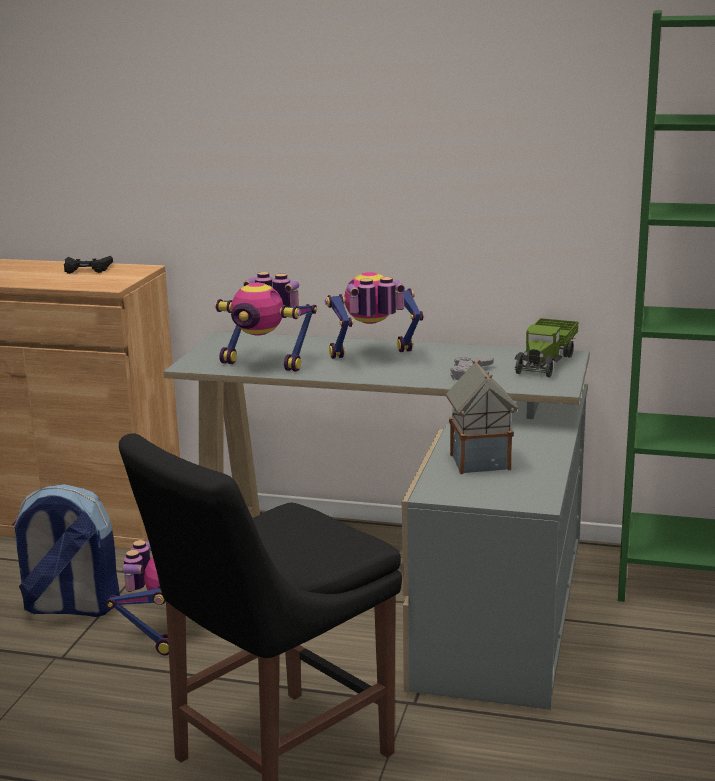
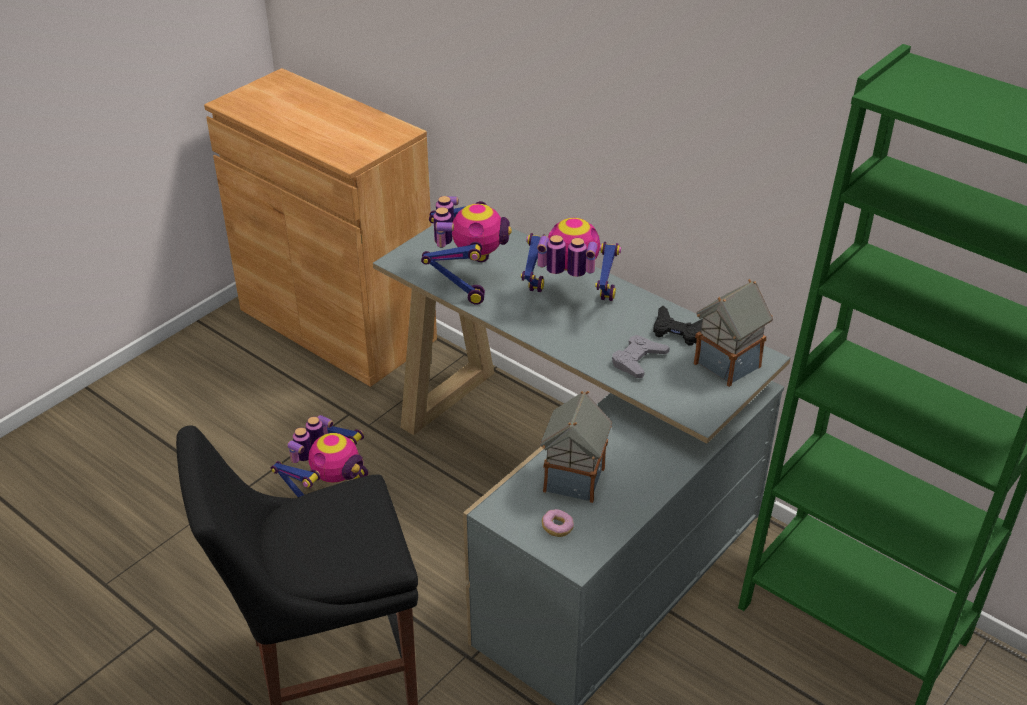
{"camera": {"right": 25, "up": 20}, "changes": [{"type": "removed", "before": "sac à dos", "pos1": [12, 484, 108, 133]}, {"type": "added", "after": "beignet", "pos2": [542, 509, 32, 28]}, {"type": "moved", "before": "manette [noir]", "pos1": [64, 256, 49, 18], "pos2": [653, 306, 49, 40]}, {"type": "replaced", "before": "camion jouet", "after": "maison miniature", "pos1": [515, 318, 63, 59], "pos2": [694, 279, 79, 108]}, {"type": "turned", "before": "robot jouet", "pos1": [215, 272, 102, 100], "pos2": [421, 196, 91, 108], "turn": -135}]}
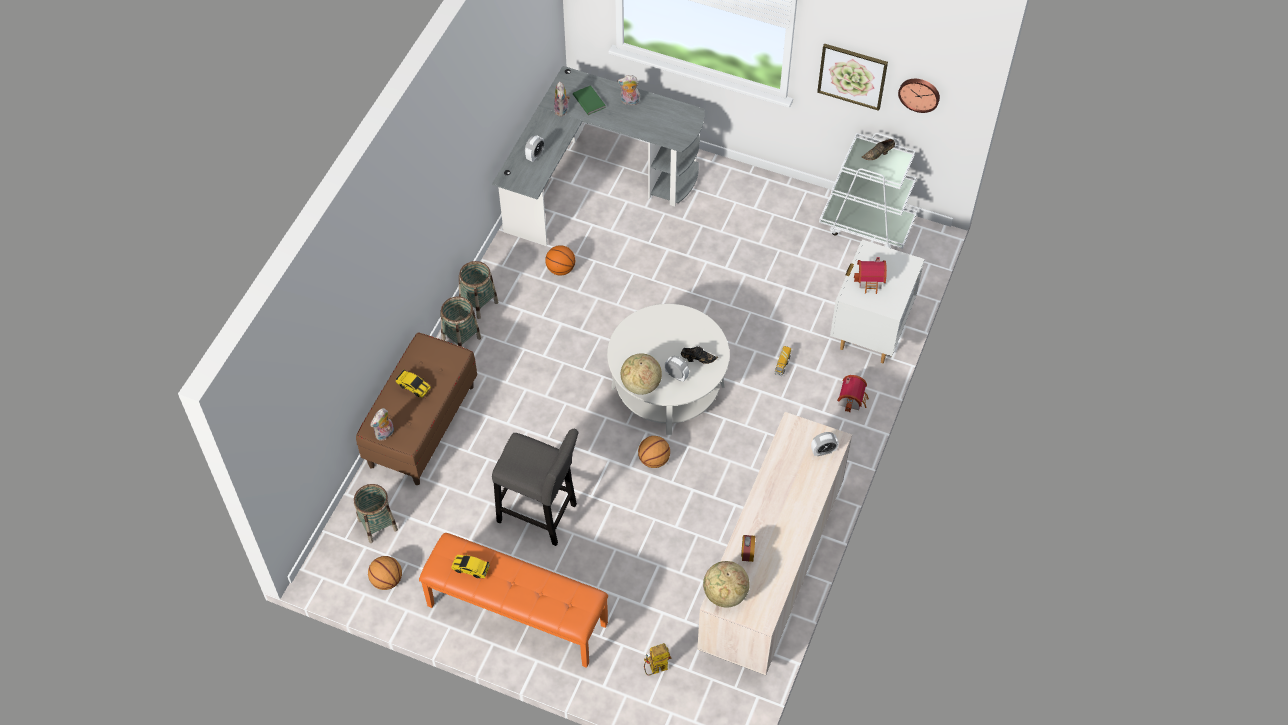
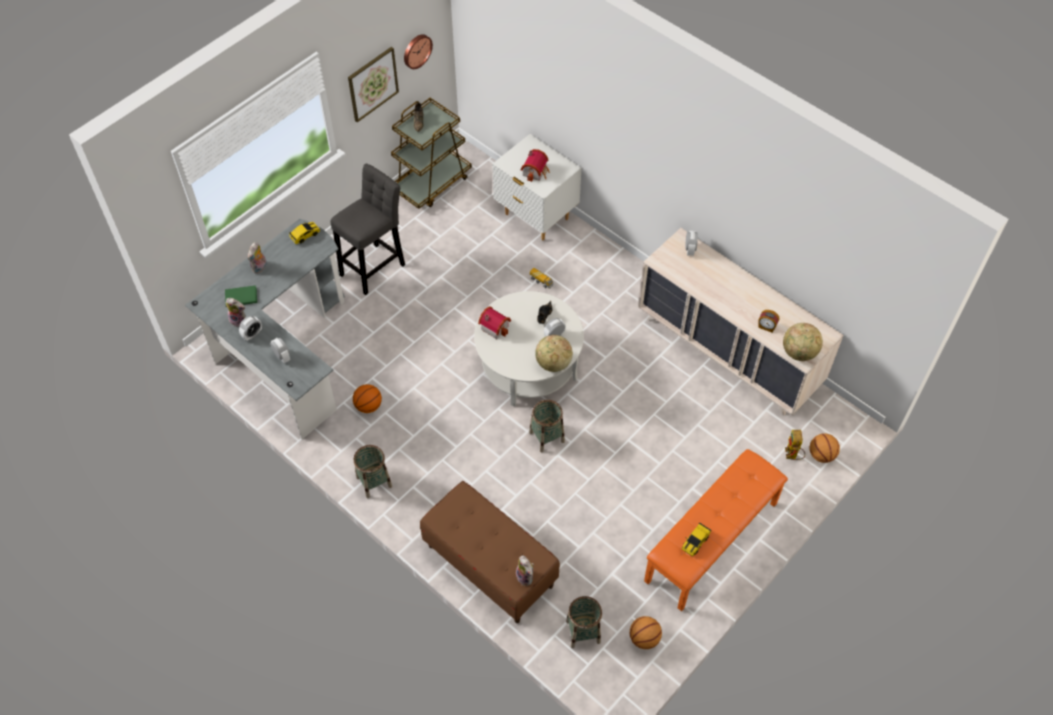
{"camera": {"right": -70, "up": 0}, "changes": [{"type": "added", "after": "réveil", "pos2": [239, 316, 23, 25]}, {"type": "moved", "before": "petite voiture", "pos1": [396, 369, 35, 29], "pos2": [289, 222, 31, 22]}, {"type": "moved", "before": "panier", "pos1": [440, 296, 41, 51], "pos2": [529, 400, 36, 52]}, {"type": "moved", "before": "tabouret [gris]", "pos1": [492, 429, 87, 117], "pos2": [331, 164, 74, 131]}, {"type": "moved", "before": "ballon de basket", "pos1": [638, 436, 32, 32], "pos2": [810, 433, 30, 30]}, {"type": "moved", "before": "maison miniature", "pos1": [837, 375, 32, 38], "pos2": [478, 306, 33, 33]}, {"type": "recoloured", "before": "chariot [blanc]", "after": "chariot [marron]", "pos1": [819, 133, 98, 116], "pos2": [391, 98, 81, 111]}]}
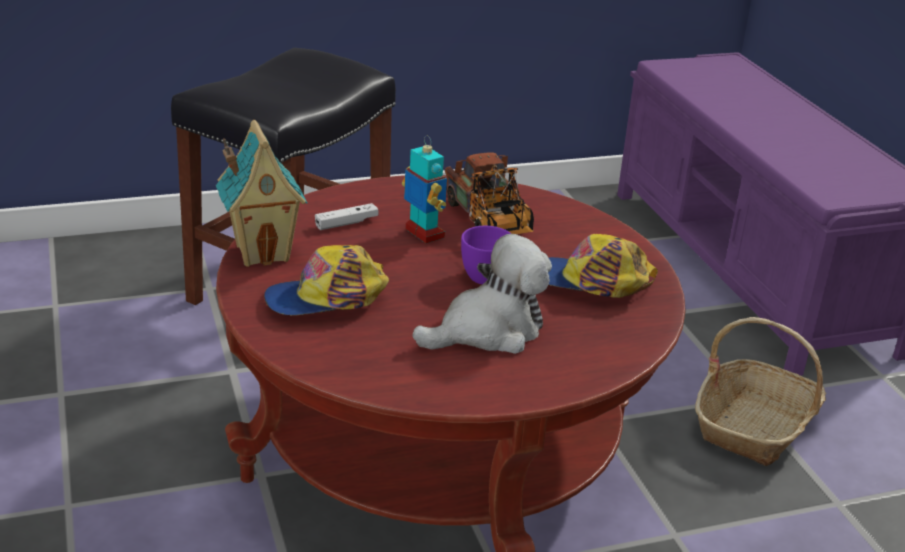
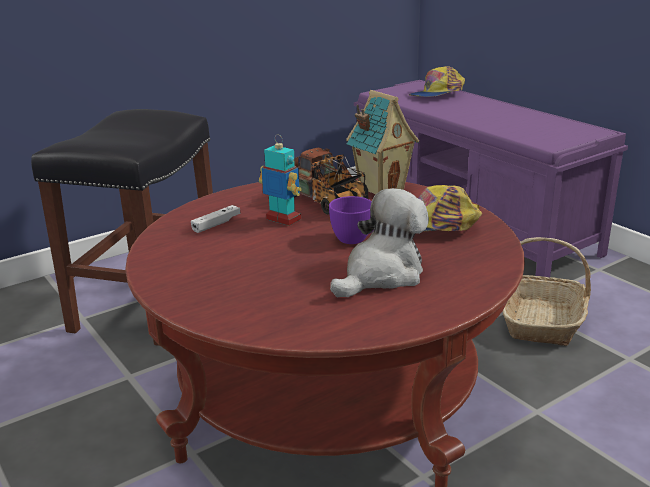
{"camera": {"right": -15, "up": -5}, "changes": [{"type": "moved", "before": "maison miniature", "pos1": [216, 120, 91, 147], "pos2": [346, 90, 73, 104]}, {"type": "moved", "before": "casquette", "pos1": [264, 245, 125, 70], "pos2": [409, 66, 56, 31]}]}
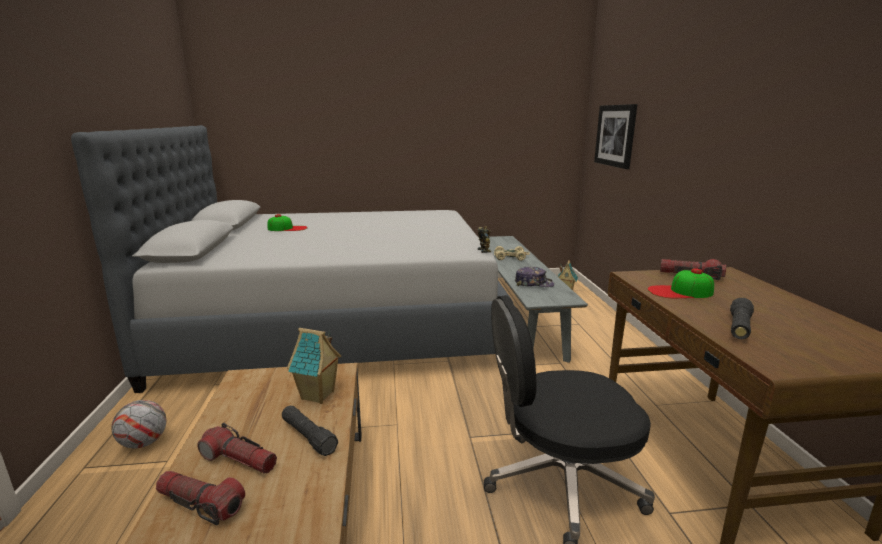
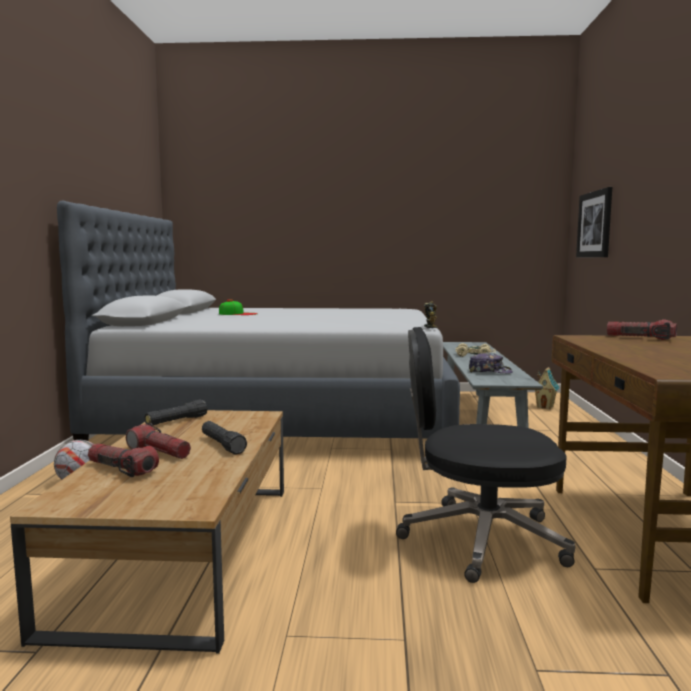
{"camera": {"right": 10, "up": -10}, "changes": [{"type": "removed", "before": "maison miniature", "pos1": [287, 328, 54, 76]}, {"type": "removed", "before": "casquette", "pos1": [648, 268, 66, 30]}, {"type": "moved", "before": "lampe de poche [noir]", "pos1": [730, 298, 24, 41], "pos2": [144, 400, 64, 25]}]}
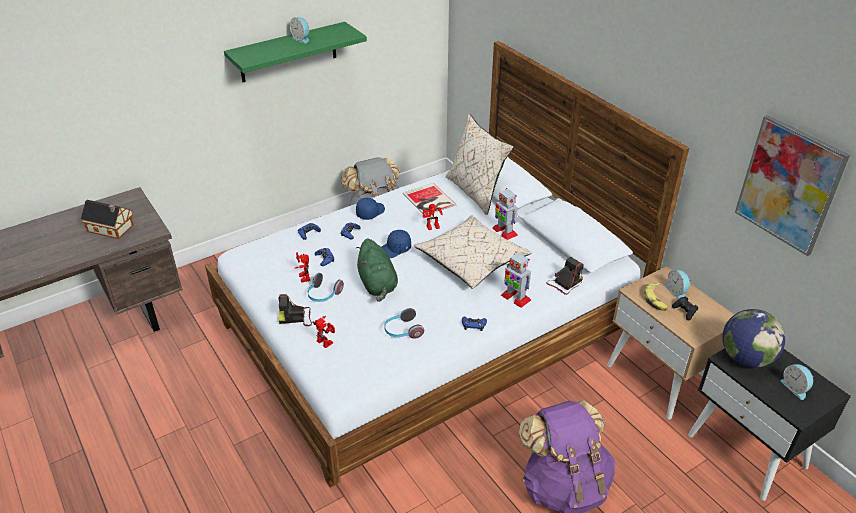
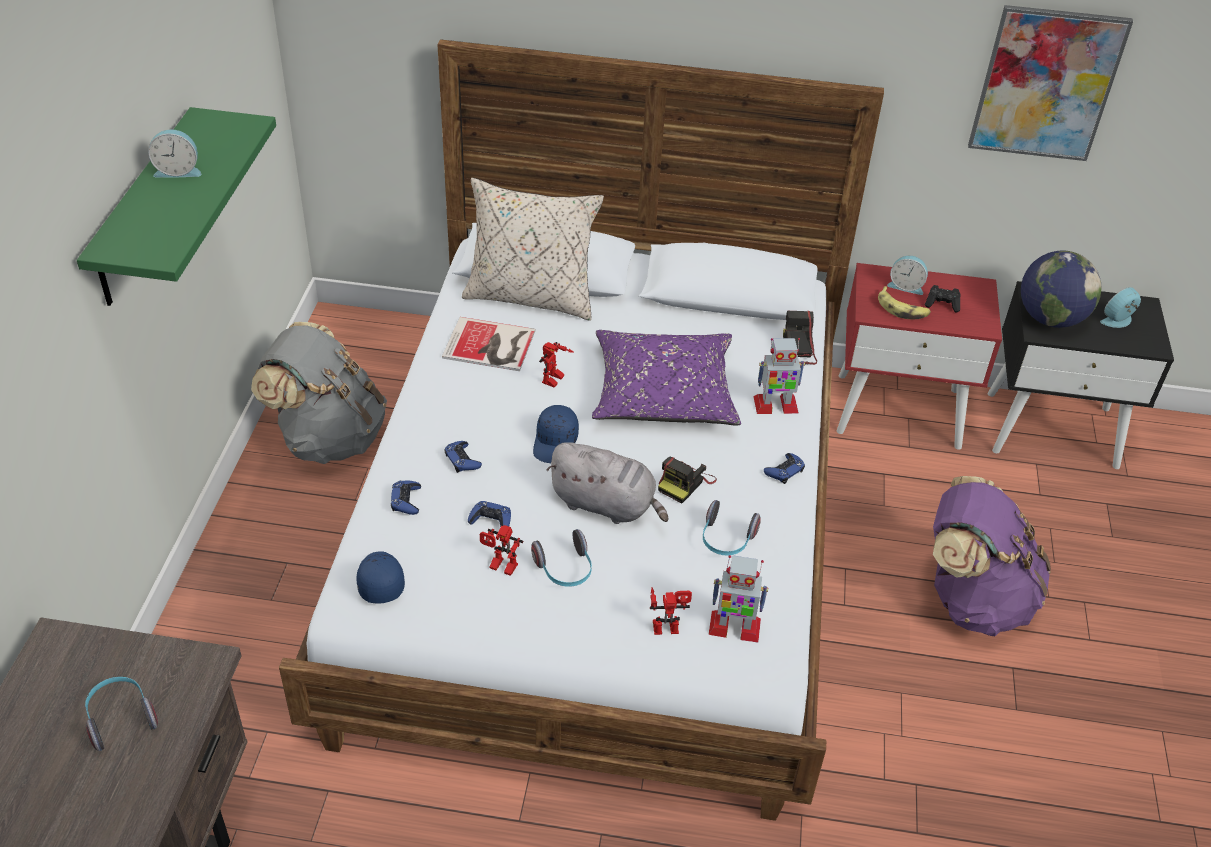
{"camera": {"right": -50, "up": 5}, "changes": [{"type": "moved", "before": "appareil photo", "pos1": [279, 294, 33, 32], "pos2": [658, 457, 59, 47]}, {"type": "moved", "before": "casquette [bleu]", "pos1": [356, 198, 29, 22], "pos2": [356, 551, 49, 52]}, {"type": "moved", "before": "robot jouet", "pos1": [493, 188, 25, 52], "pos2": [708, 555, 60, 87]}, {"type": "replaced", "before": "maison miniature", "after": "casque audio", "pos1": [81, 200, 53, 39], "pos2": [85, 677, 73, 74]}, {"type": "recoloured", "before": "peluche [vert]", "after": "peluche [gris]", "pos1": [355, 238, 43, 64], "pos2": [547, 442, 121, 82]}, {"type": "recoloured", "before": "coussin [beige]", "after": "coussin [violet]", "pos1": [414, 216, 118, 73], "pos2": [592, 330, 149, 96]}, {"type": "recoloured", "before": "table de chevet [beige]", "after": "table de chevet [rouge]", "pos1": [607, 267, 127, 153], "pos2": [837, 263, 165, 187]}, {"type": "turned", "before": "réveil", "pos1": [780, 364, 34, 36], "pos2": [1100, 287, 41, 41], "turn": 135}]}
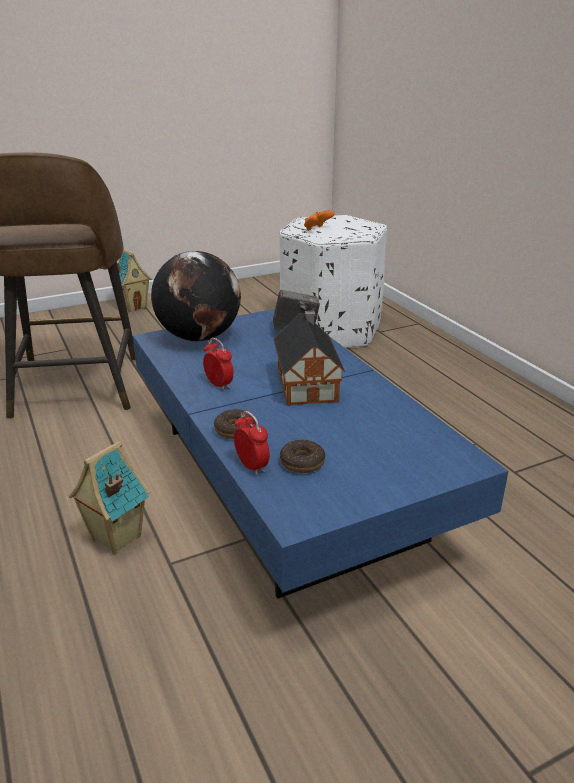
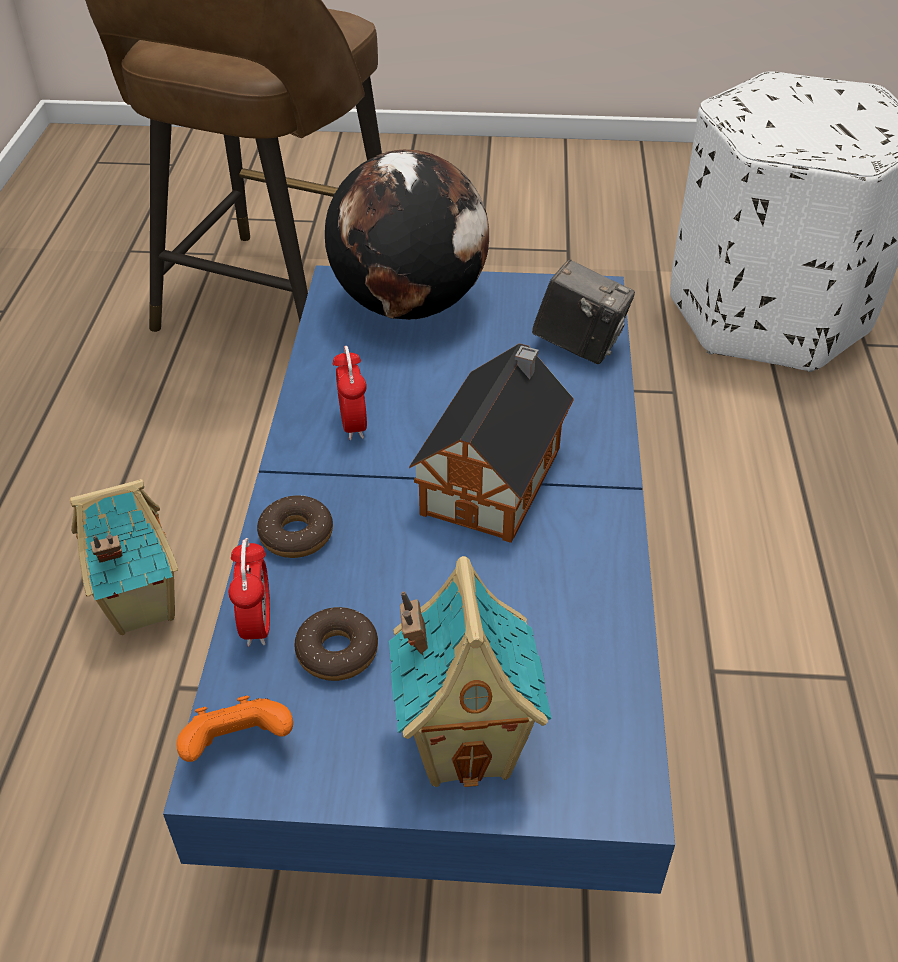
{"camera": {"right": 30, "up": 15}, "changes": [{"type": "moved", "before": "maison miniature", "pos1": [110, 249, 42, 63], "pos2": [389, 556, 163, 231]}, {"type": "moved", "before": "manette [orange]", "pos1": [304, 210, 30, 21], "pos2": [176, 696, 117, 66]}]}
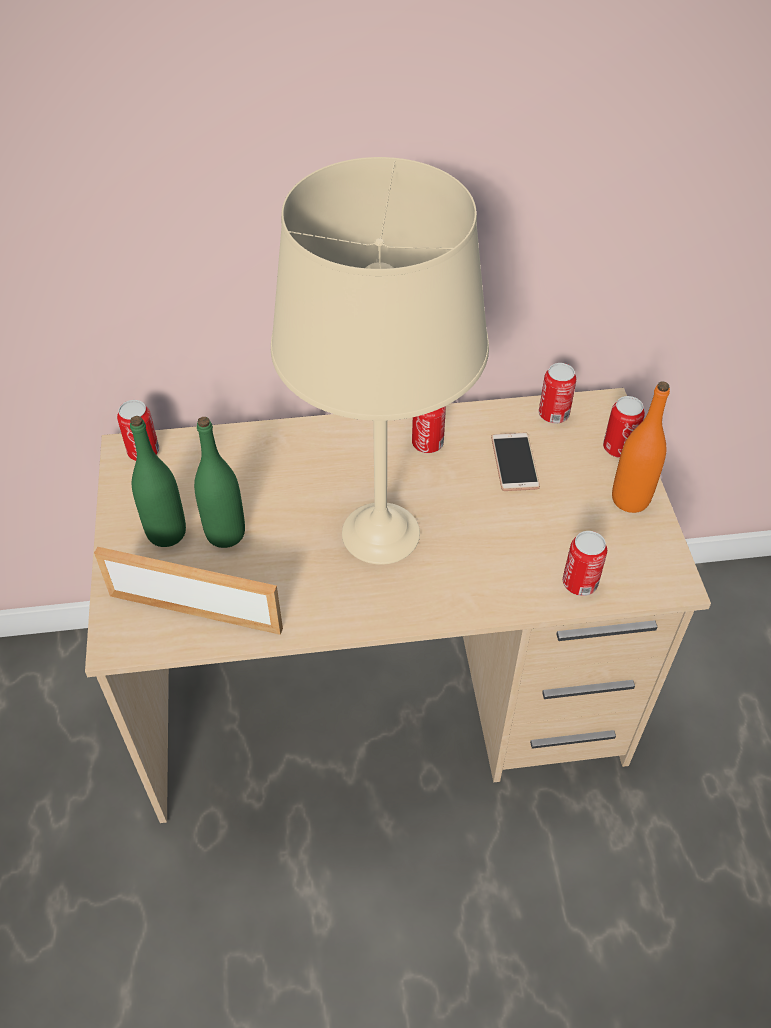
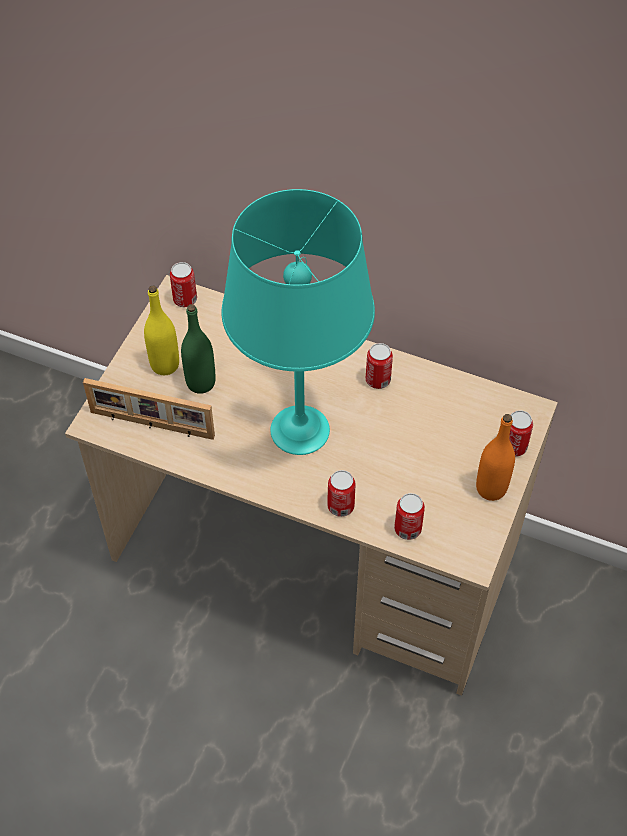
{"camera": {"right": 30, "up": 5}, "changes": [{"type": "removed", "before": "téléphone", "pos1": [491, 433, 49, 58]}, {"type": "moved", "before": "boîte métallique", "pos1": [539, 363, 37, 60], "pos2": [327, 470, 28, 47]}, {"type": "recoloured", "before": "bouteille [vert]", "after": "bouteille [jaune]", "pos1": [130, 416, 56, 131], "pos2": [144, 286, 35, 89]}, {"type": "recoloured", "before": "lampe de table [beige]", "after": "lampe de table [turquoise]", "pos1": [271, 157, 218, 408], "pos2": [221, 189, 154, 266]}, {"type": "turned", "before": "cadre photo", "pos1": [94, 547, 189, 88], "pos2": [83, 378, 132, 62], "turn": 150}]}
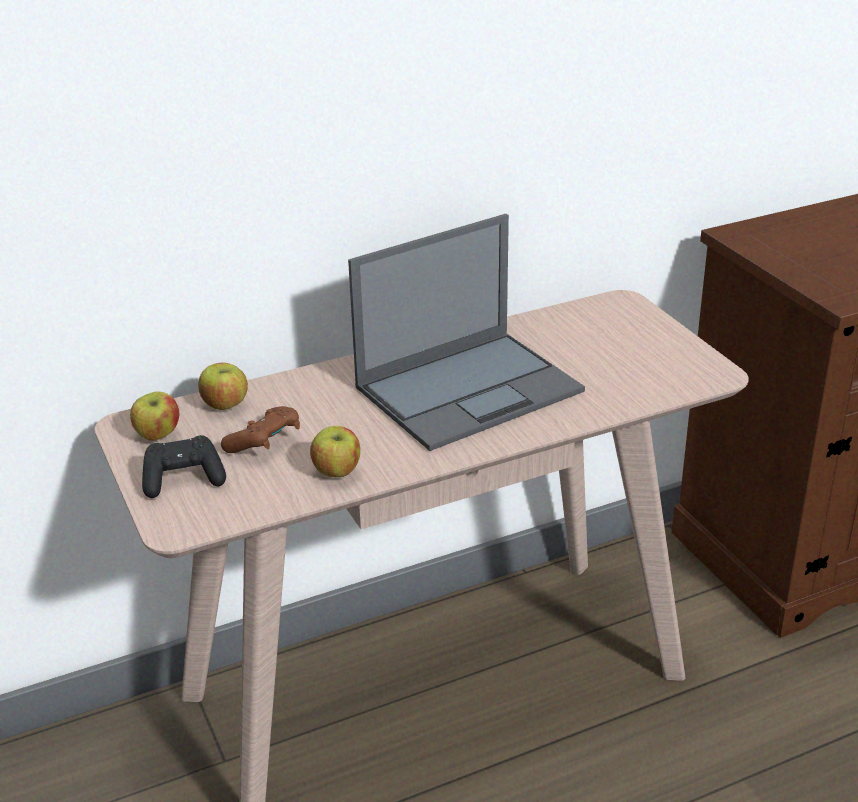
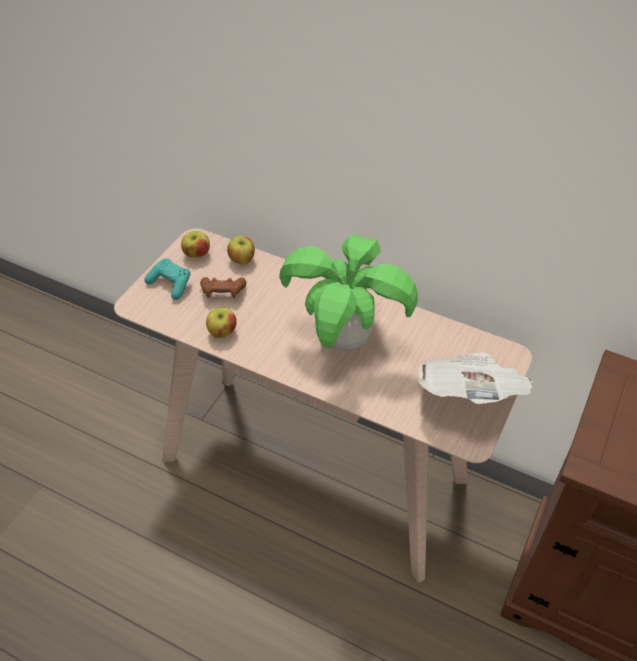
{"camera": {"right": 50, "up": 15}, "changes": [{"type": "added", "after": "journal", "pos2": [418, 352, 114, 52]}, {"type": "replaced", "before": "ordinateur portable", "after": "plante en pot", "pos1": [348, 214, 237, 237], "pos2": [279, 234, 139, 117]}, {"type": "recoloured", "before": "manette [noir]", "after": "manette [turquoise]", "pos1": [142, 435, 84, 63], "pos2": [144, 258, 46, 42]}]}
